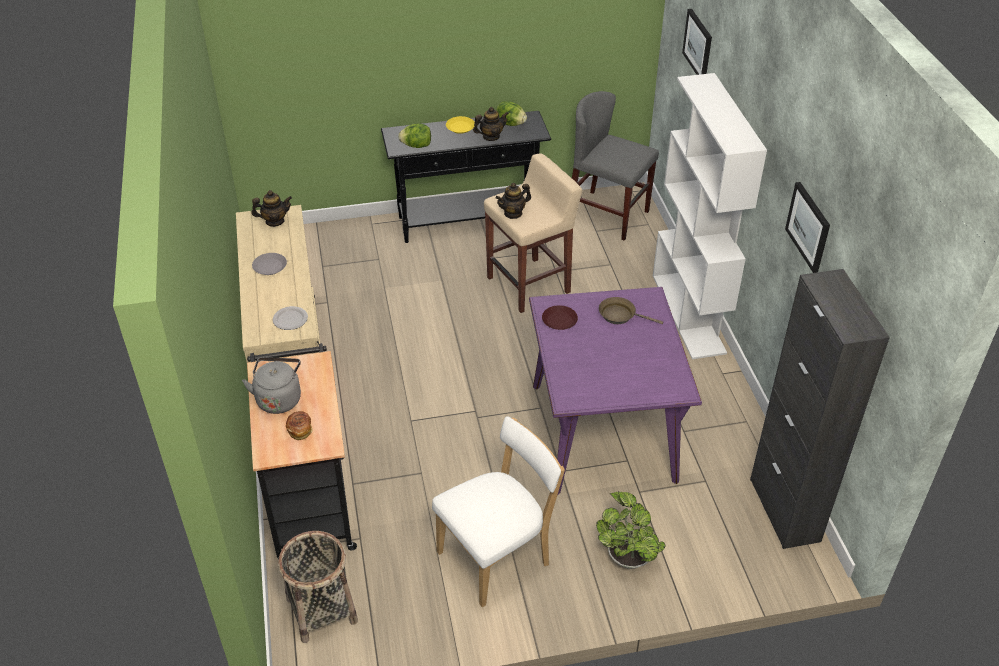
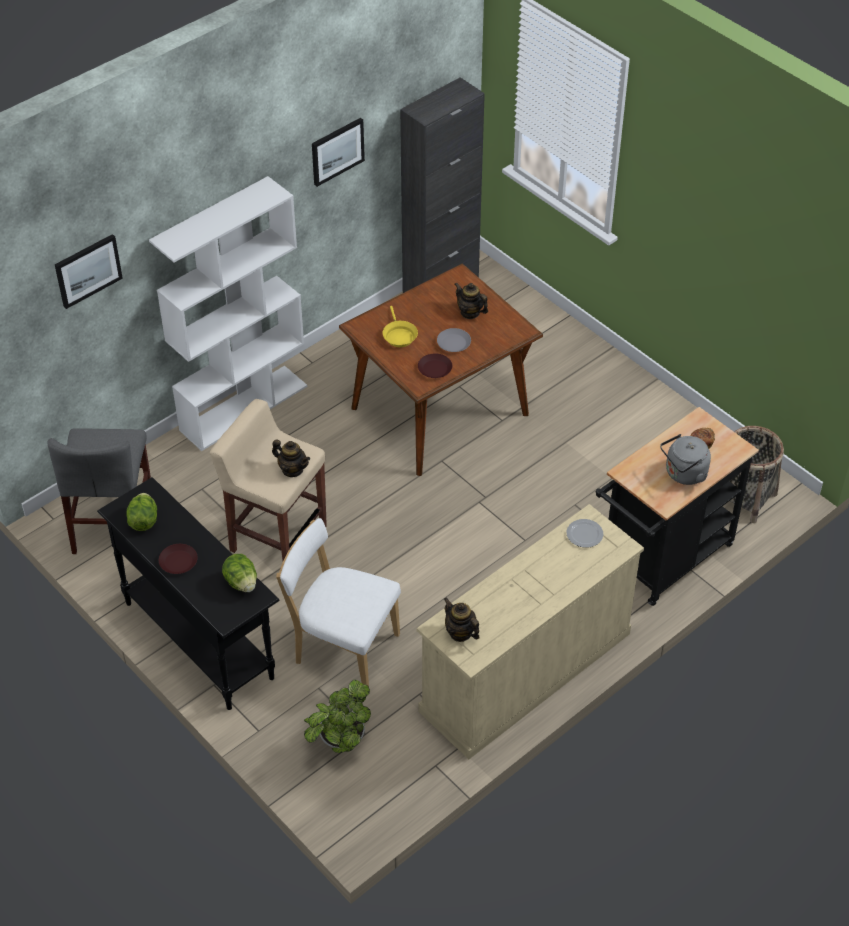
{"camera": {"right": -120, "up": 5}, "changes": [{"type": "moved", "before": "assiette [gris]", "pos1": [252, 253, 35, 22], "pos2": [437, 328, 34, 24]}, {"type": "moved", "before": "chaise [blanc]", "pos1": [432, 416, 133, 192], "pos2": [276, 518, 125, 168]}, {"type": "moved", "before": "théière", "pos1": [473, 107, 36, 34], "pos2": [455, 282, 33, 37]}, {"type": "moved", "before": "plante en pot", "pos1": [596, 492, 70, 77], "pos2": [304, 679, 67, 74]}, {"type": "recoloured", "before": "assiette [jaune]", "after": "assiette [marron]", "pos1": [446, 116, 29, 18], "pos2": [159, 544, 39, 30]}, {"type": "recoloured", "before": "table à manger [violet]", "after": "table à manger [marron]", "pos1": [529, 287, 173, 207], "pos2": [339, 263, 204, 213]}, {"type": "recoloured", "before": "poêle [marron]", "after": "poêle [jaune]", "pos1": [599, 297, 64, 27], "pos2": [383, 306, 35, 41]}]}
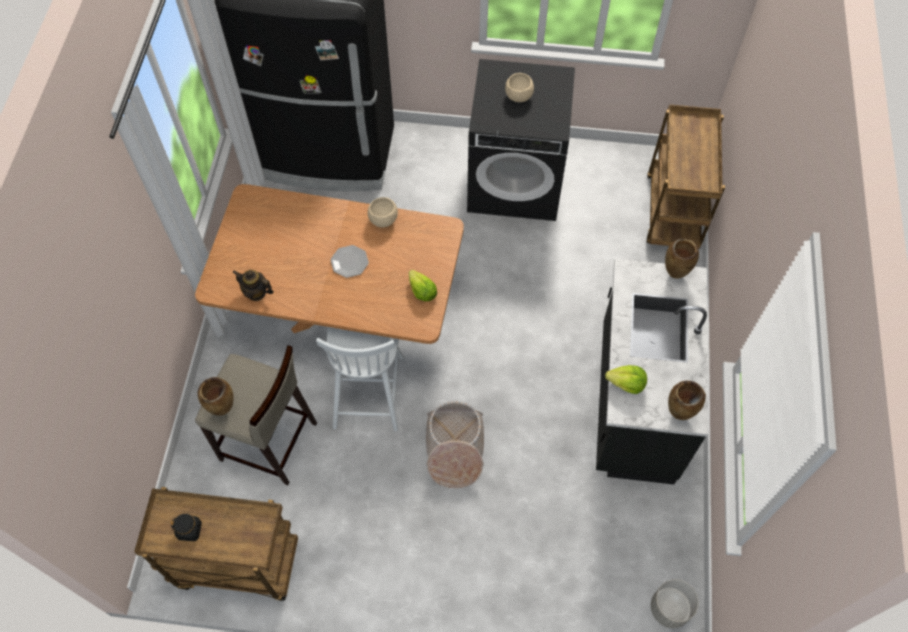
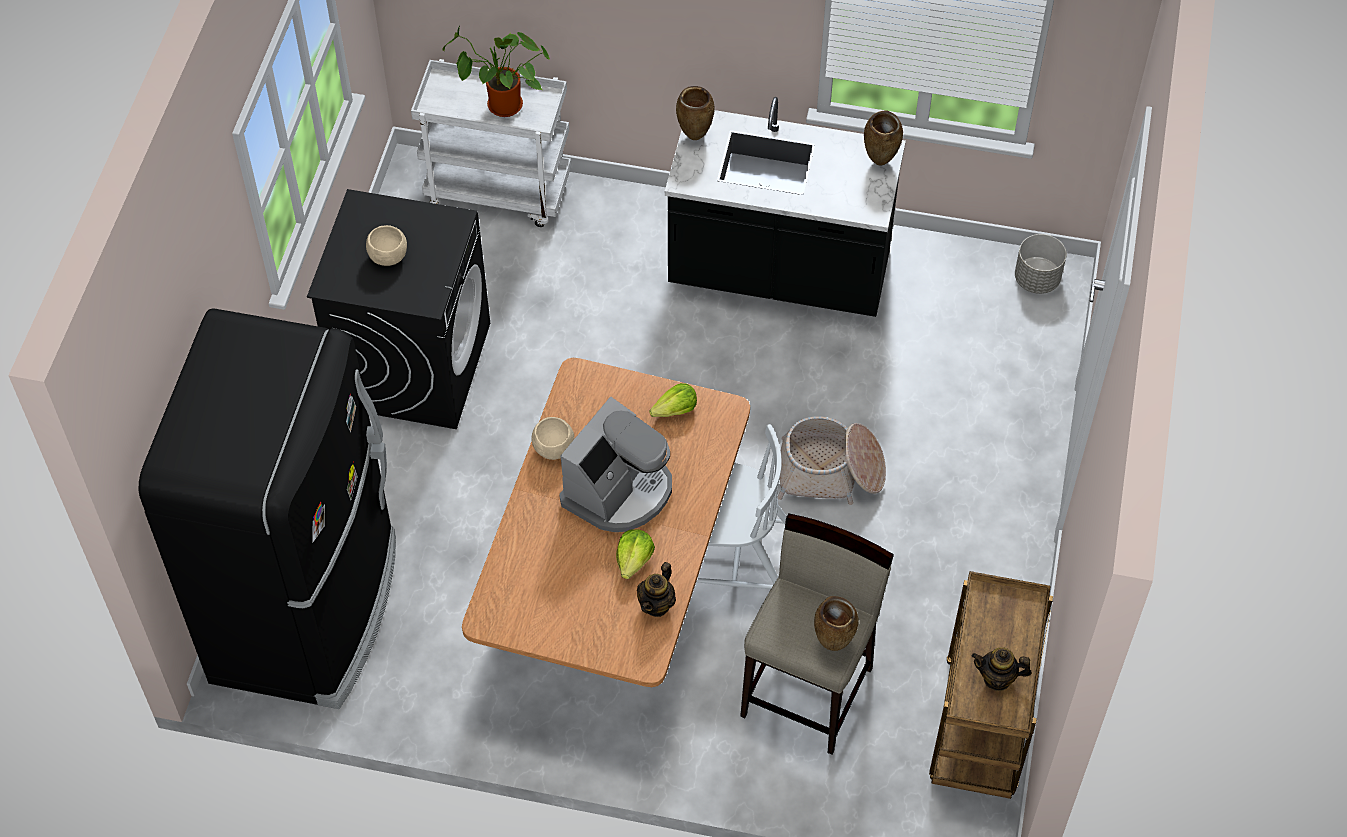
{"camera": {"right": -85, "up": -5}, "changes": [{"type": "added", "after": "plante en pot", "pos2": [442, 26, 107, 91]}, {"type": "moved", "before": "laitue", "pos1": [605, 365, 42, 29], "pos2": [616, 529, 39, 50]}, {"type": "replaced", "before": "bocal [noir]", "after": "théière", "pos1": [171, 514, 31, 27], "pos2": [972, 647, 60, 44]}, {"type": "replaced", "before": "assiette", "after": "machine à café", "pos1": [331, 245, 38, 33], "pos2": [559, 397, 113, 135]}, {"type": "recoloured", "before": "chariot [marron]", "after": "chariot [blanc]", "pos1": [646, 104, 79, 145], "pos2": [411, 59, 160, 168]}]}
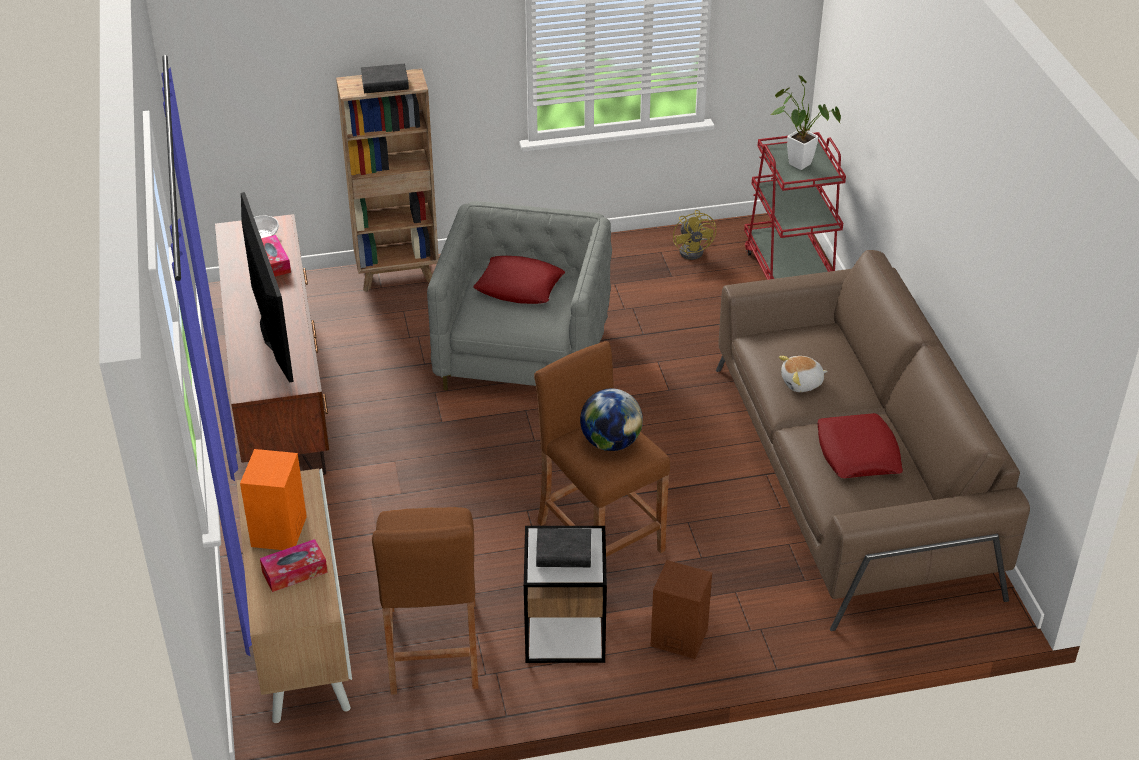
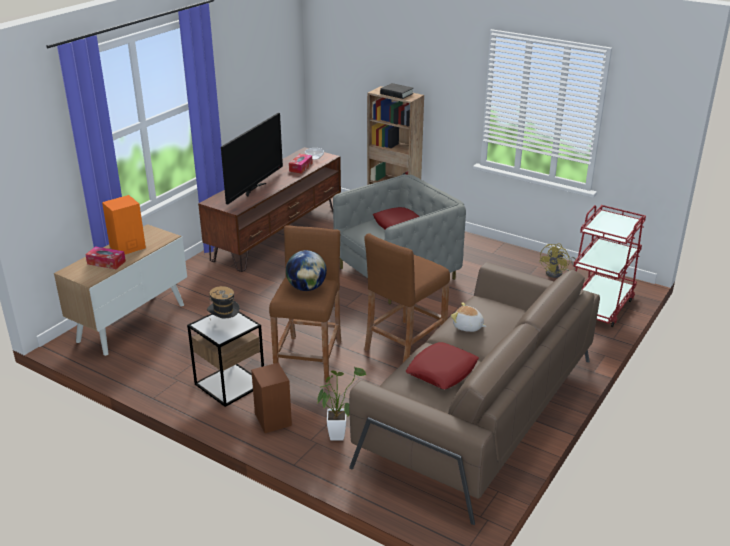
{"camera": {"right": 45, "up": -10}, "changes": [{"type": "moved", "before": "tabouret [marron]", "pos1": [372, 507, 106, 188], "pos2": [364, 233, 86, 129]}, {"type": "moved", "before": "plante en pot", "pos1": [771, 75, 70, 95], "pos2": [318, 367, 48, 74]}, {"type": "replaced", "before": "livre [noir]", "after": "chapeau", "pos1": [536, 528, 55, 39], "pos2": [207, 286, 33, 32]}]}
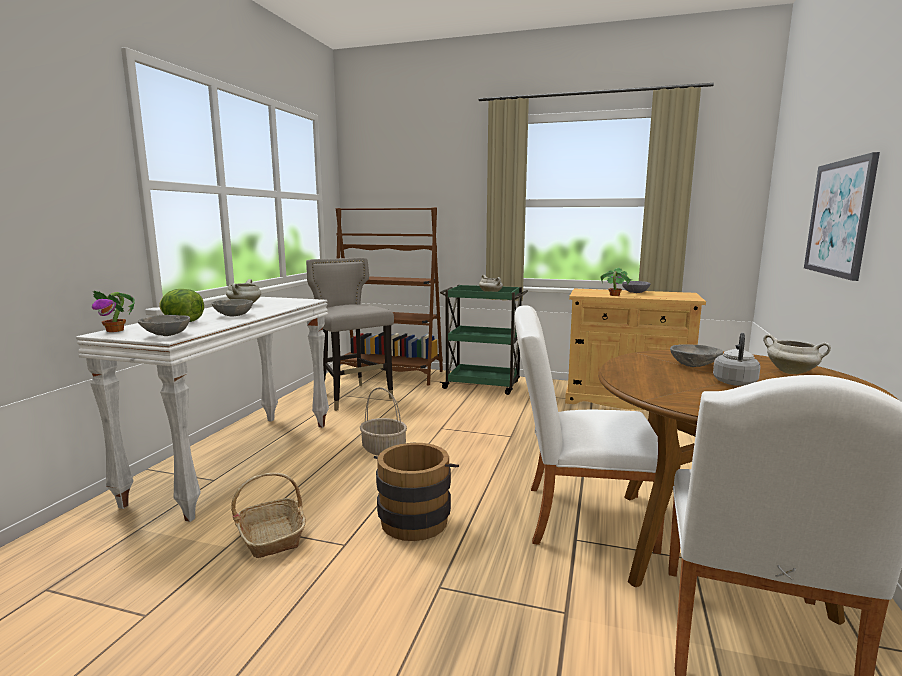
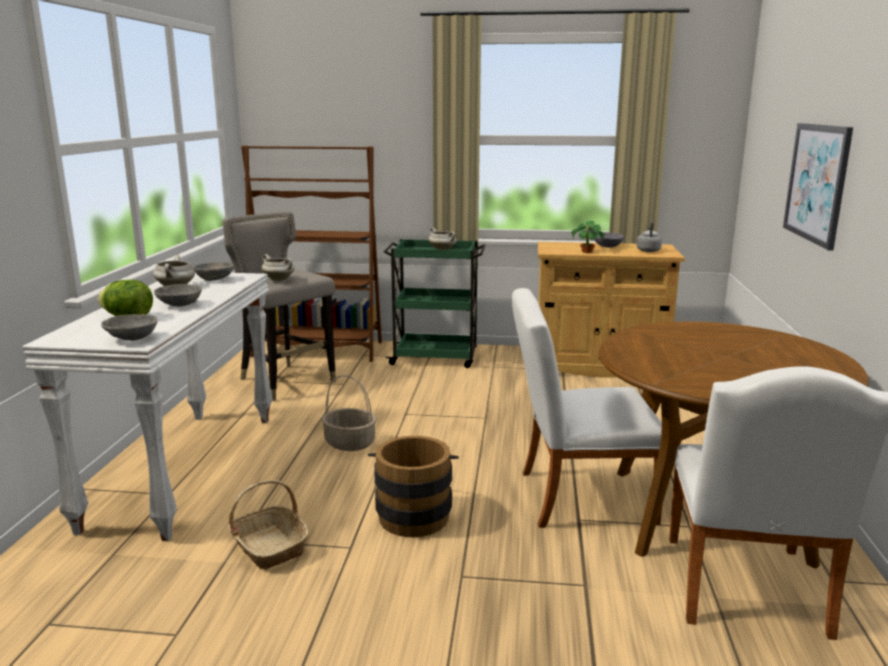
{"camera": {"right": -10, "up": 5}, "changes": [{"type": "removed", "before": "plante en pot", "pos1": [92, 290, 43, 42]}, {"type": "moved", "before": "bol [gris]", "pos1": [670, 344, 53, 23], "pos2": [193, 262, 41, 19]}, {"type": "moved", "before": "bouilloire [gris]", "pos1": [713, 333, 48, 53], "pos2": [636, 220, 26, 32]}, {"type": "moved", "before": "marmite [blanc]", "pos1": [763, 334, 68, 40], "pos2": [262, 254, 33, 27]}]}
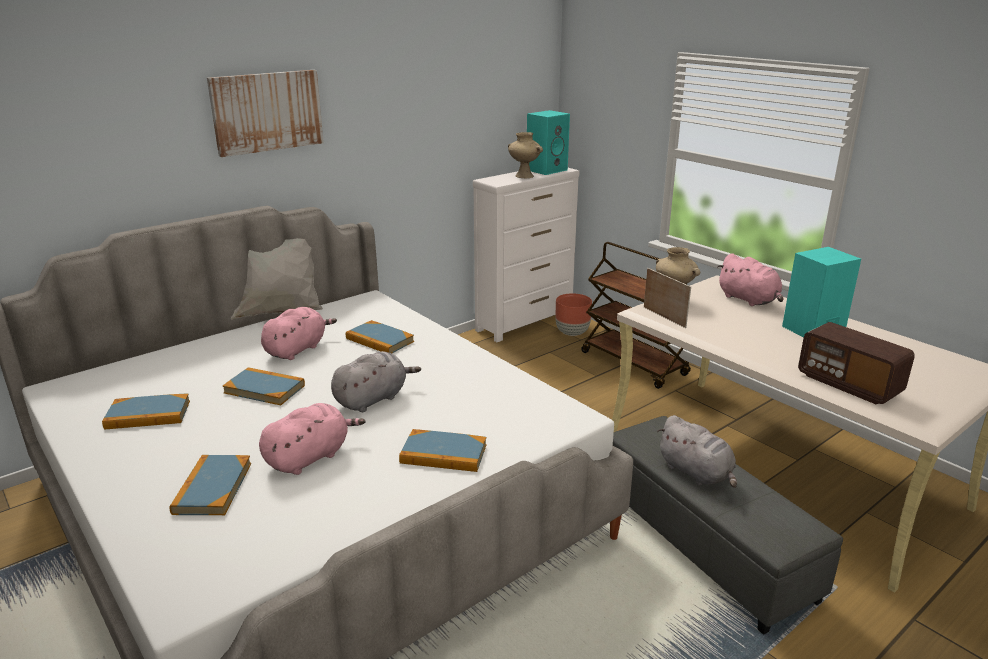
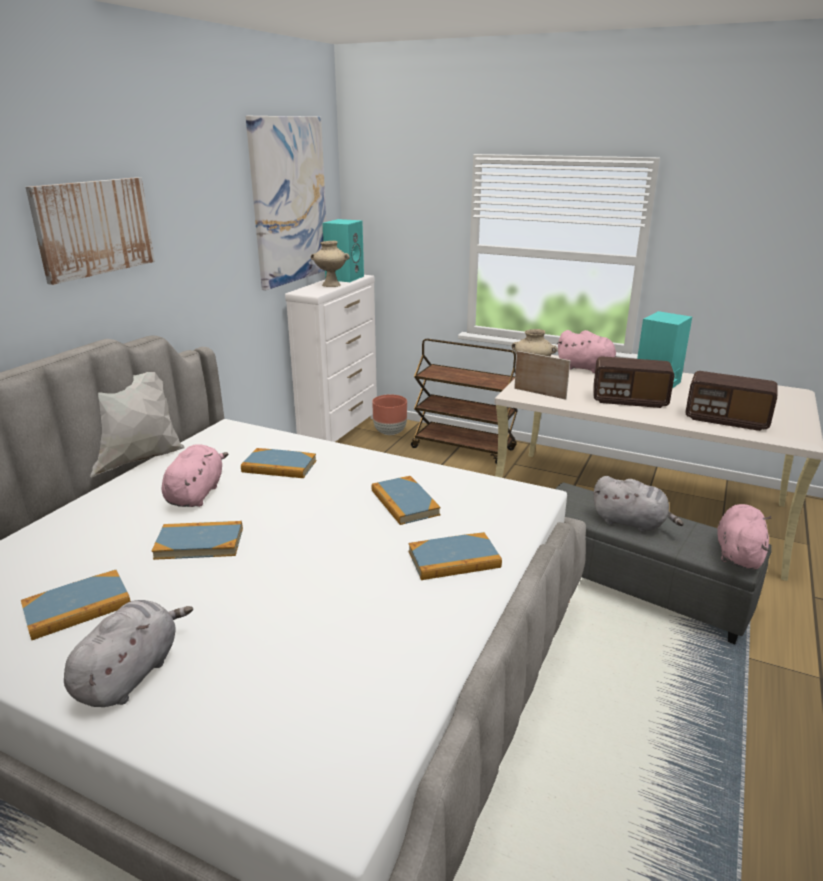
{"camera": {"right": -25, "up": 0}, "changes": [{"type": "added", "after": "tableau", "pos2": [246, 116, 80, 174]}, {"type": "added", "after": "radio", "pos2": [593, 356, 81, 52]}, {"type": "moved", "before": "livre", "pos1": [169, 455, 82, 60], "pos2": [371, 476, 70, 49]}, {"type": "moved", "before": "peluche [rose]", "pos1": [259, 403, 106, 72], "pos2": [717, 504, 55, 65]}, {"type": "moved", "before": "peluche [gris]", "pos1": [331, 351, 90, 61], "pos2": [64, 600, 129, 107]}]}
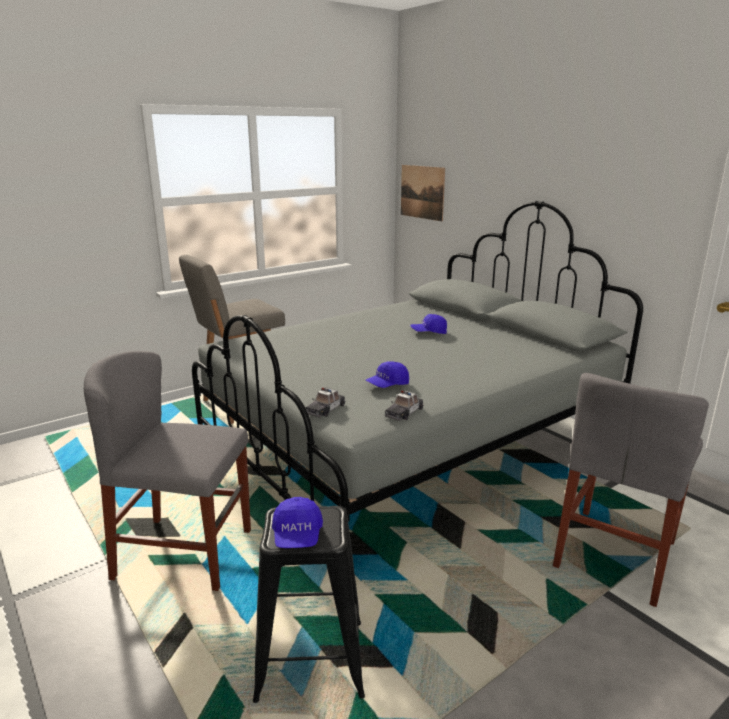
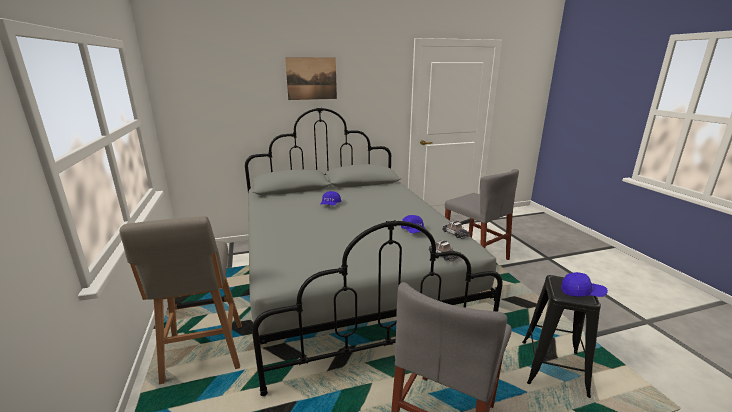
{"camera": {"right": -70, "up": 0}, "changes": [{"type": "moved", "before": "tableau", "pos1": [401, 165, 44, 56], "pos2": [285, 57, 52, 43]}]}
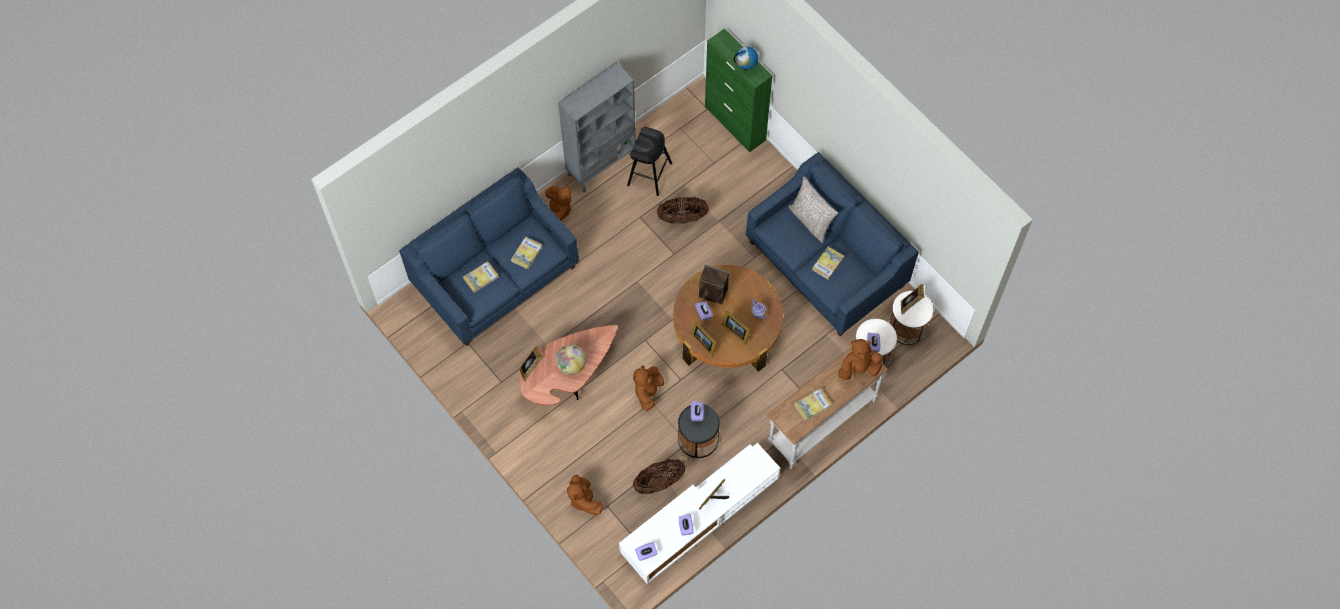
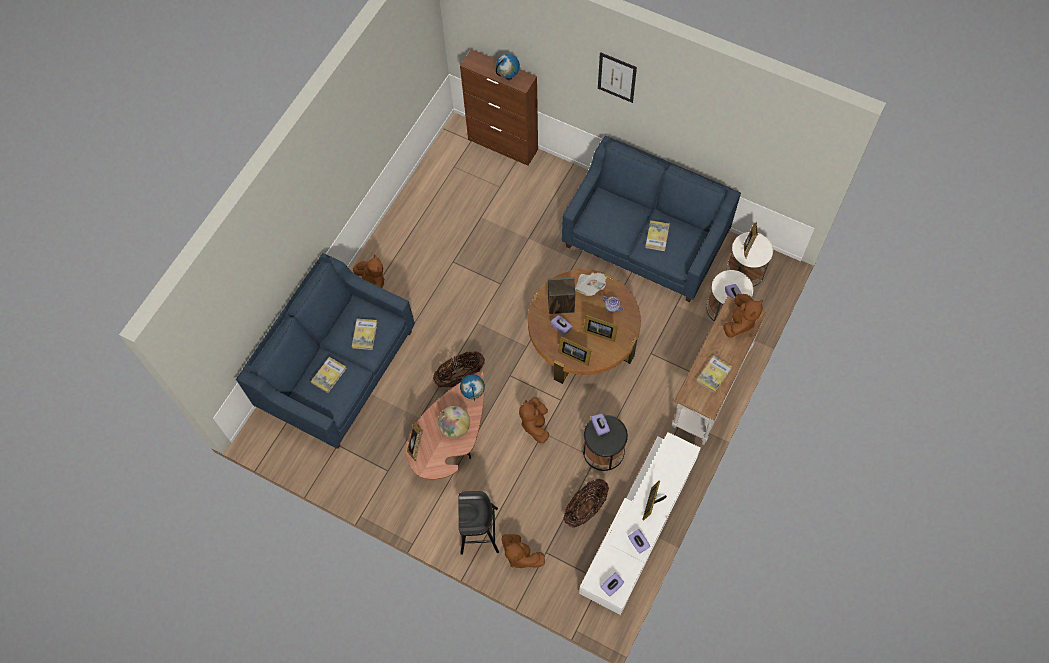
{"camera": {"right": -20, "up": 0}, "changes": [{"type": "removed", "before": "bibliothèque [gris]", "pos1": [558, 62, 78, 130]}, {"type": "removed", "before": "coussin [gris]", "pos1": [789, 177, 49, 66]}, {"type": "added", "after": "globe", "pos2": [460, 374, 25, 27]}, {"type": "added", "after": "journal", "pos2": [575, 272, 32, 24]}, {"type": "added", "after": "tableau", "pos2": [598, 52, 39, 51]}, {"type": "moved", "before": "tabouret [noir]", "pos1": [627, 127, 45, 69], "pos2": [458, 491, 41, 64]}, {"type": "moved", "before": "panier", "pos1": [657, 197, 52, 27], "pos2": [433, 352, 52, 36]}, {"type": "recoloured", "before": "meuble de rangement [vert]", "after": "meuble de rangement [marron]", "pos1": [705, 28, 67, 124], "pos2": [460, 49, 78, 117]}, {"type": "turned", "before": "peluche [marron]", "pos1": [838, 339, 45, 41], "pos2": [723, 294, 40, 43], "turn": 150}]}
